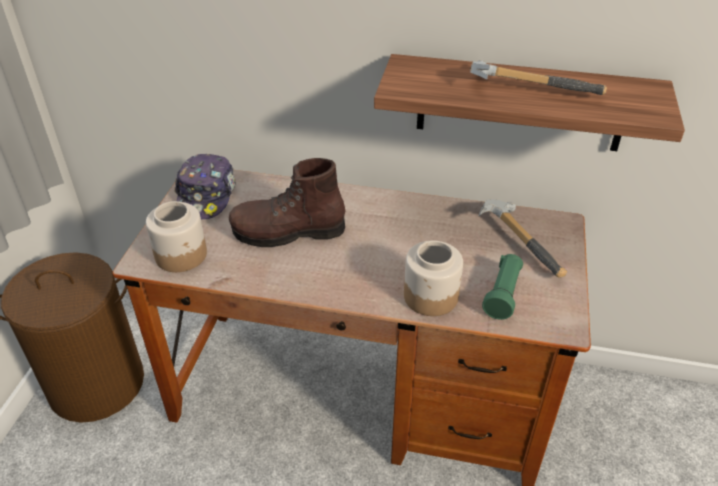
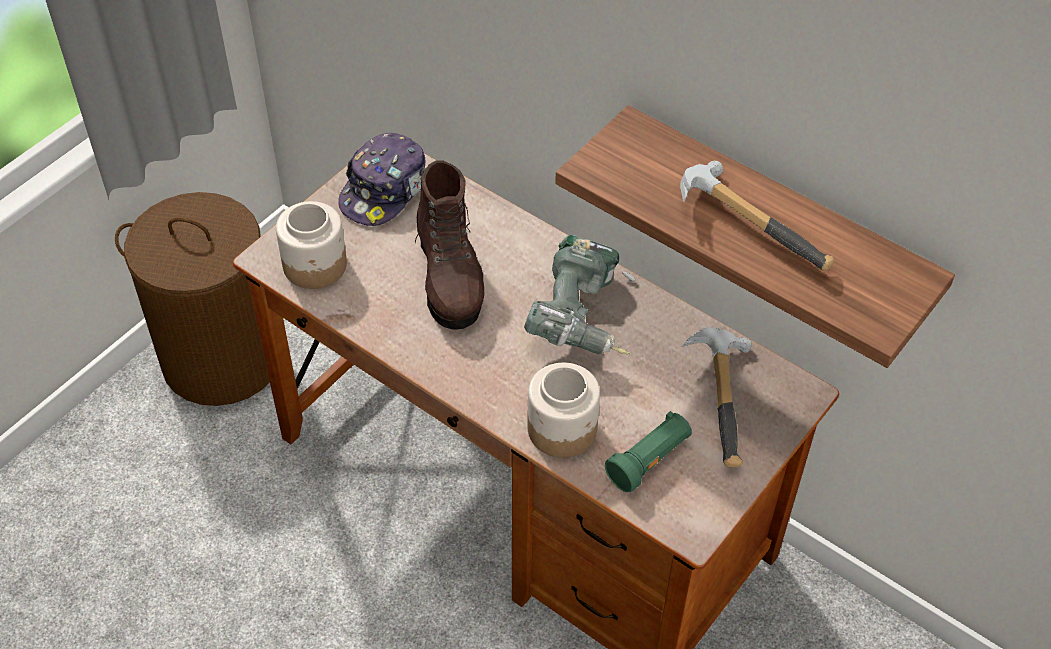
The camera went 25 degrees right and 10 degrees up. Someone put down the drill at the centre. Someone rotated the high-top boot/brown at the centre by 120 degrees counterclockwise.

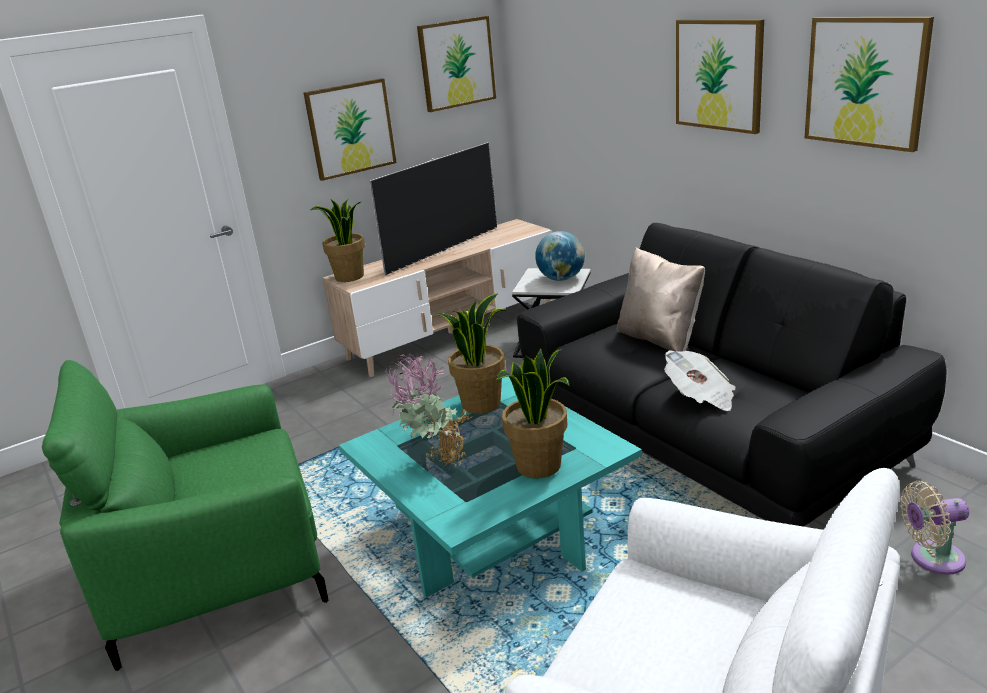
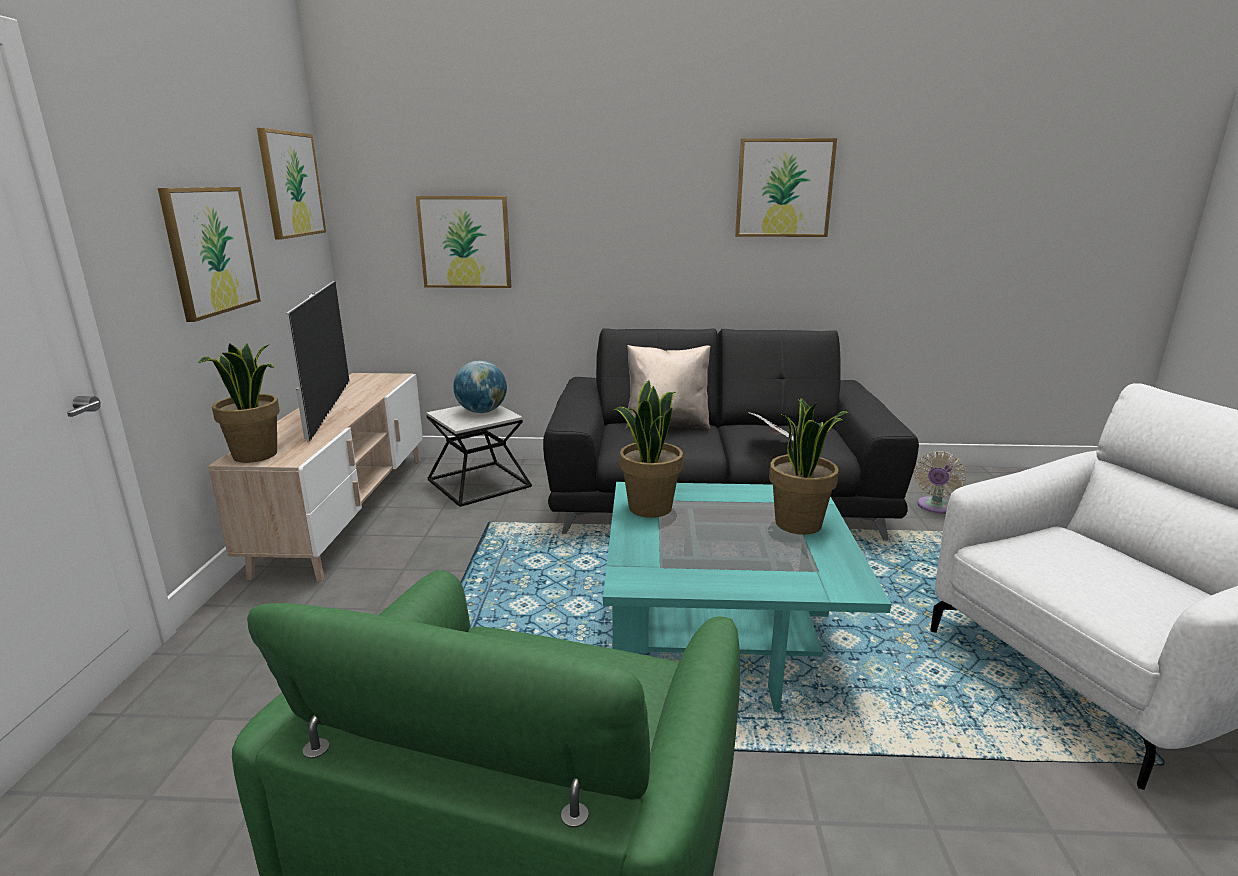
The camera went 55 degrees left and 5 degrees down. Someone took away the houseplant (2nd from left) at the centre. Someone carried the picture (3rd from left) from the top right to the top centre.

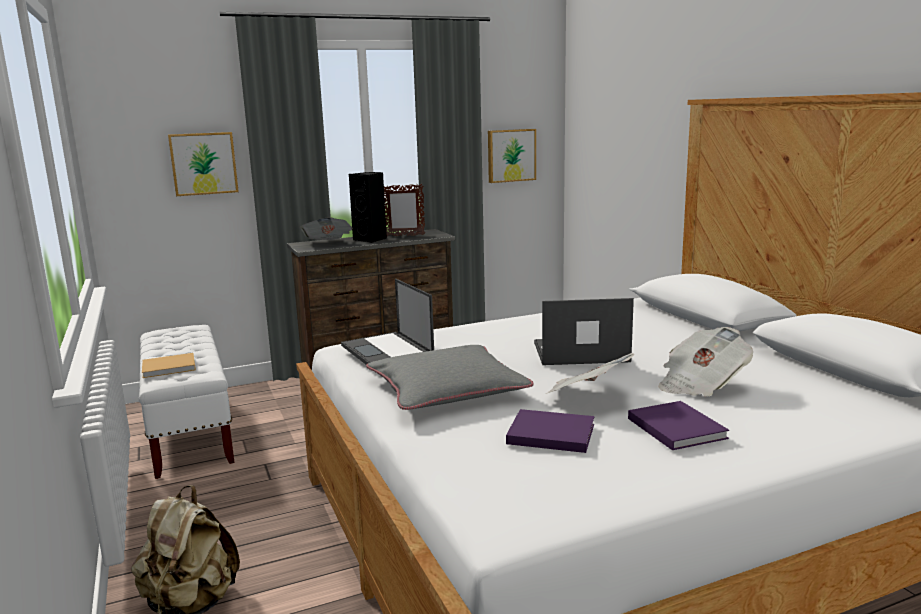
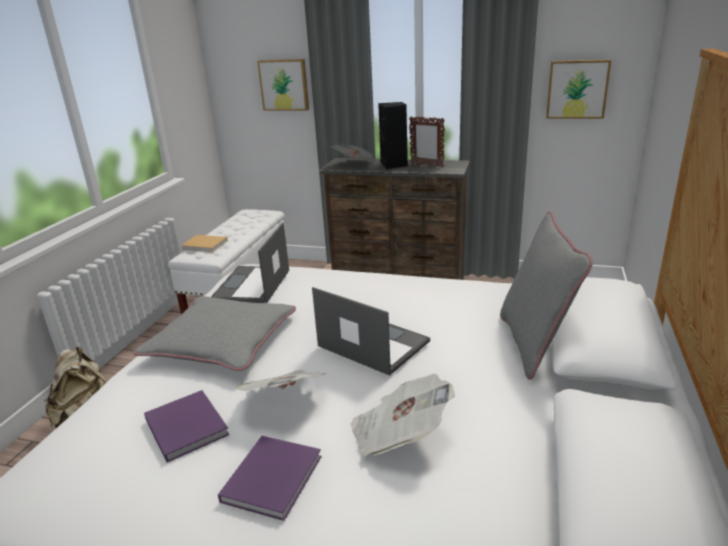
The camera went 40 degrees right and 10 degrees up. Someone put down the throw pillow/greyish (2nd from left) at the middle right.

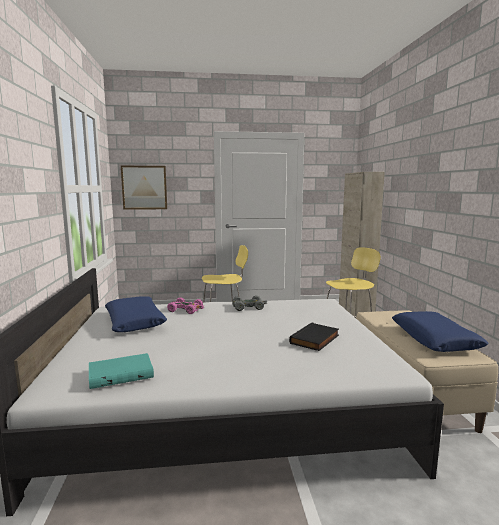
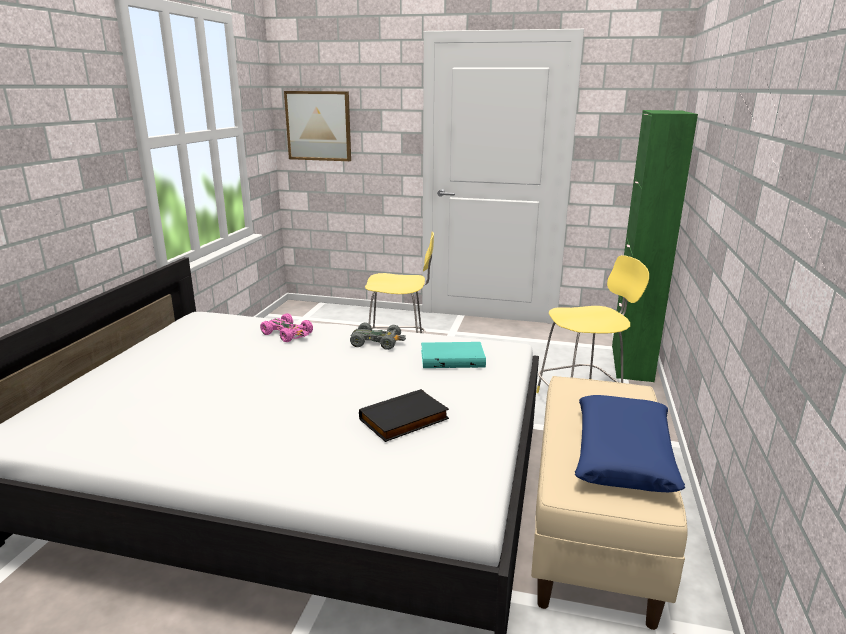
The camera went 20 degrees right and 10 degrees up. Someone took away the throw pillow/bluish (1st from left) at the middle left. Someone carried the volume/blue-green from the bottom left to the centre. Someone repainted the cupboard/beige-coloured at the middle right, which became the cupboard/green at the middle right.

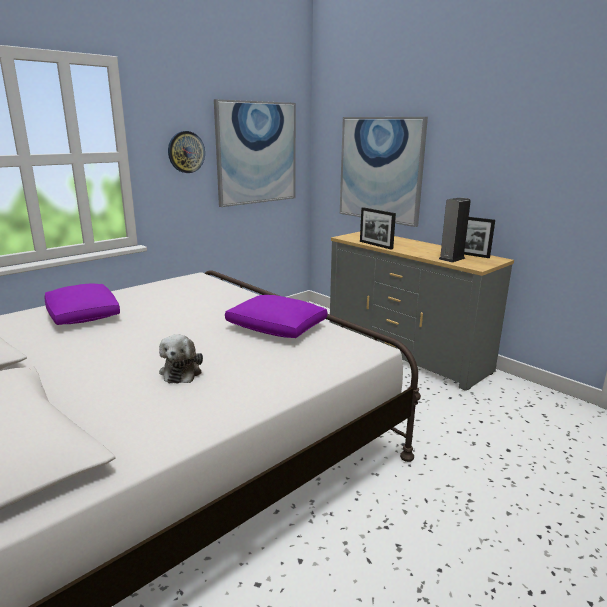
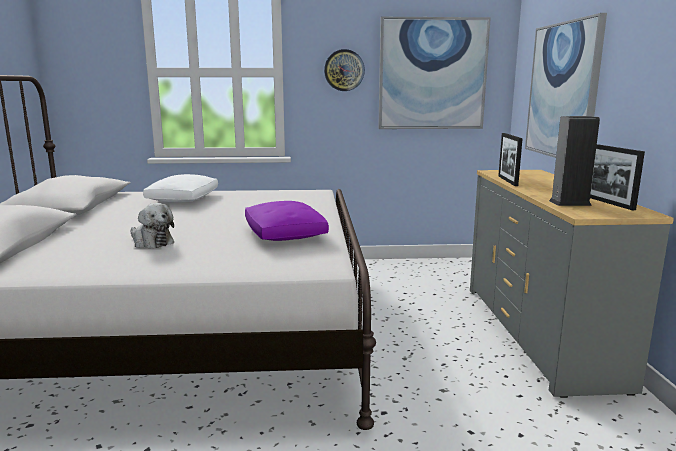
The camera went 40 degrees right and 5 degrees down. Someone repainted the throw pillow/purple (1st from left) at the middle left, which became the throw pillow/whitish at the middle left. Someone rotated the plush toy at the middle left by 90 degrees counterclockwise.

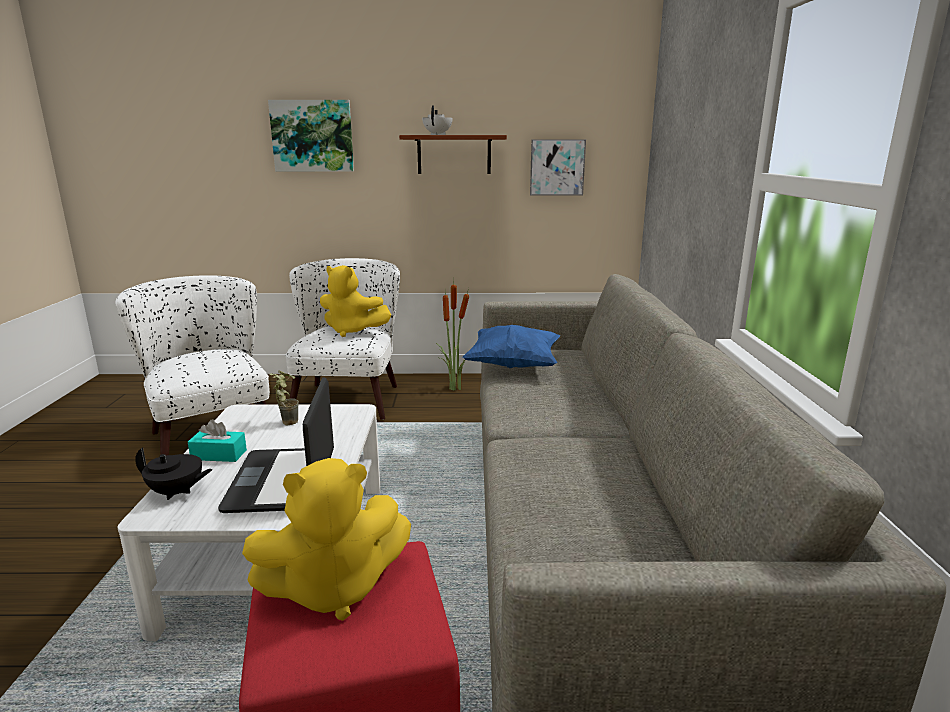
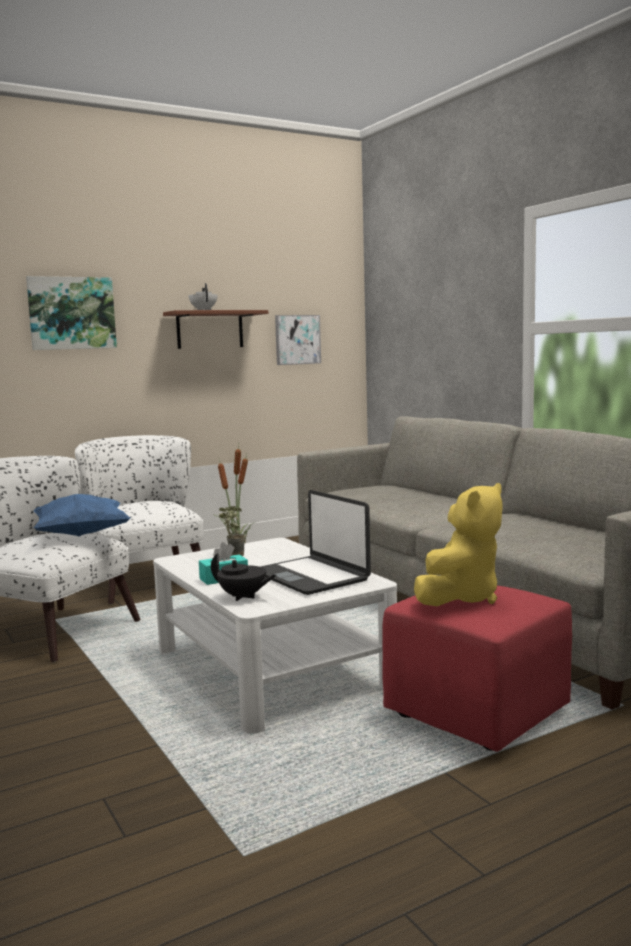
The camera went 30 degrees left and 10 degrees down. Someone took away the plush toy/yellow (2nd from left) at the centre. Someone carried the throw pillow/bluish from the centre to the middle left. Someone rotated the tea pot/blackish at the middle left by 45 degrees clockwise.

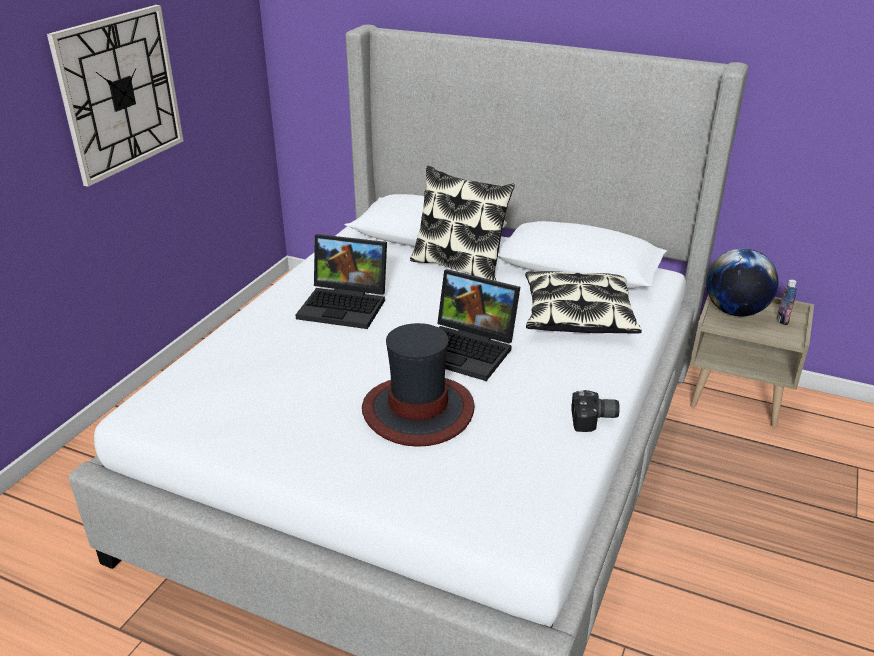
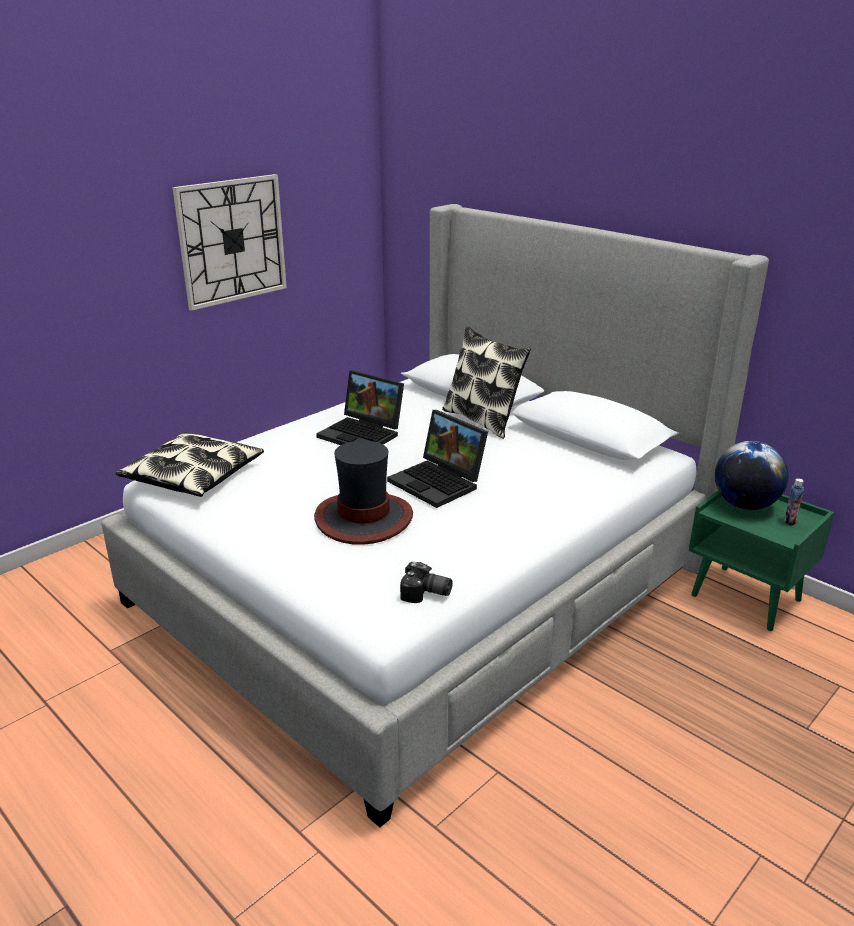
The camera went 20 degrees right and 5 degrees down. Someone carried the throw pillow (2nd from left in the first image) from the middle right to the middle left. Someone carried the photo camera from the middle right to the centre. Someone repainted the night table/beige-coloured at the middle right, which became the night table/green at the middle right.

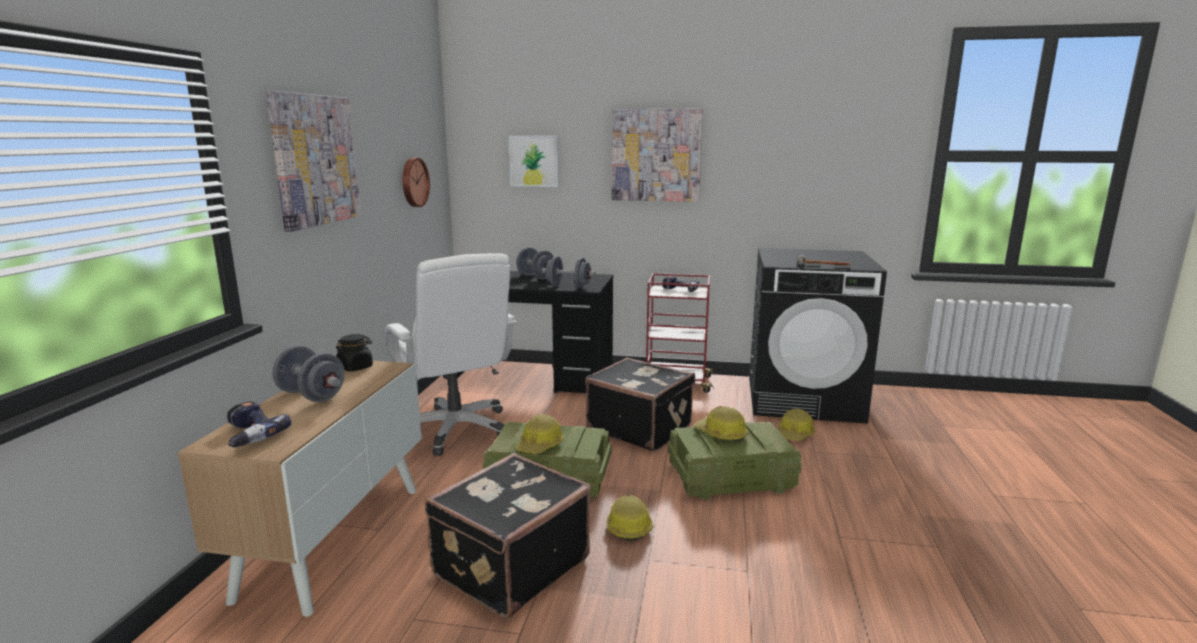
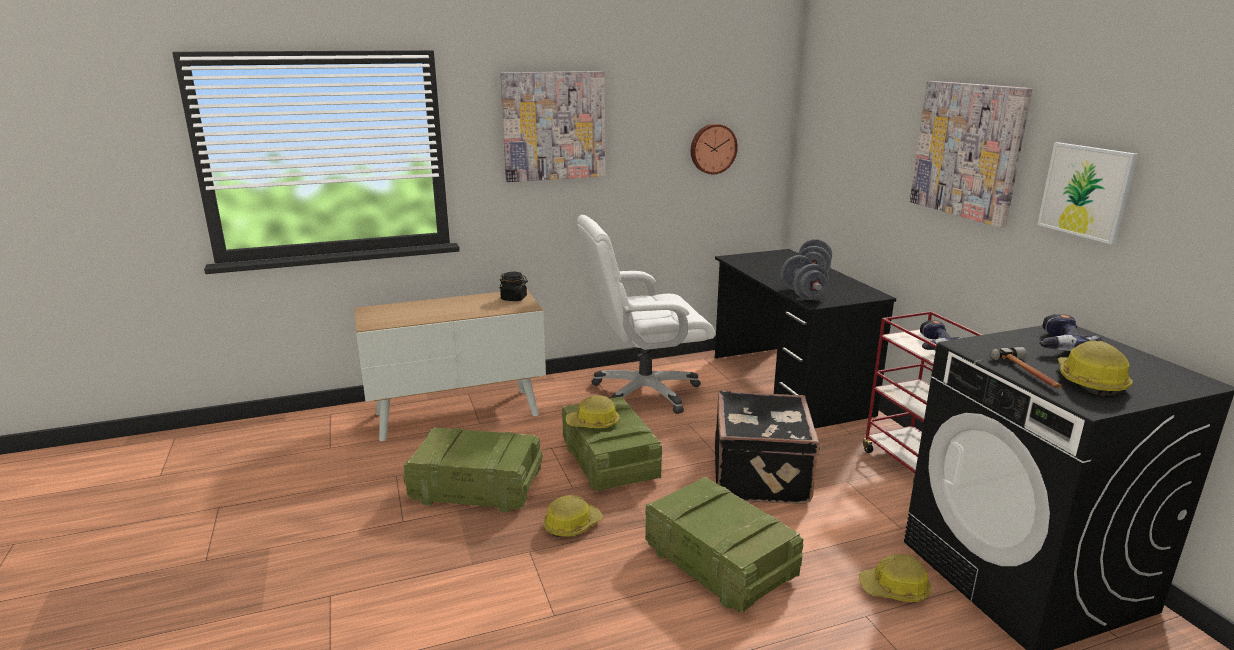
The camera went 60 degrees right and 5 degrees up. Someone took away the dumbbell/greyish (1st from left) at the middle left. Someone carried the drill (1st from left in the first image) from the middle left to the middle right. Someone carried the picture (2nd from left in the first image) from the top centre to the top right. Someone carried the hard hat (3rd from left in the first image) from the centre to the middle right. Someone swapped the travel case/blackish (1st from left) at the bottom centre for the crate (1st from left) at the bottom centre. Someone rotated the desk chair/whitish at the centre by 45 degrees clockwise.

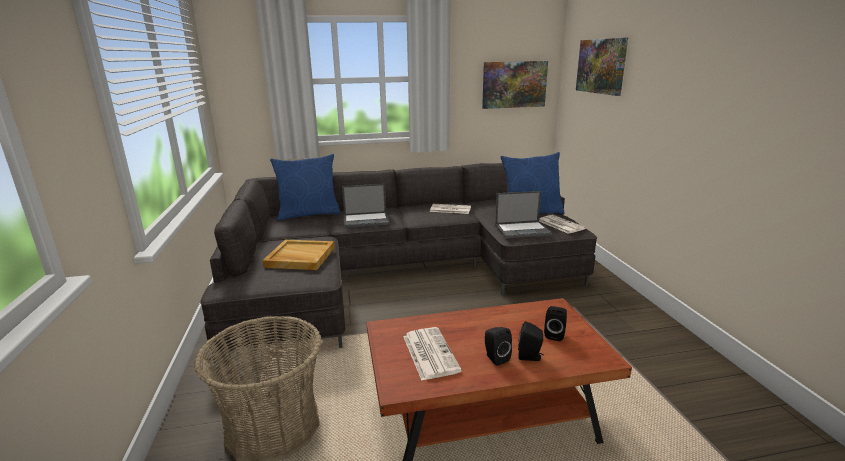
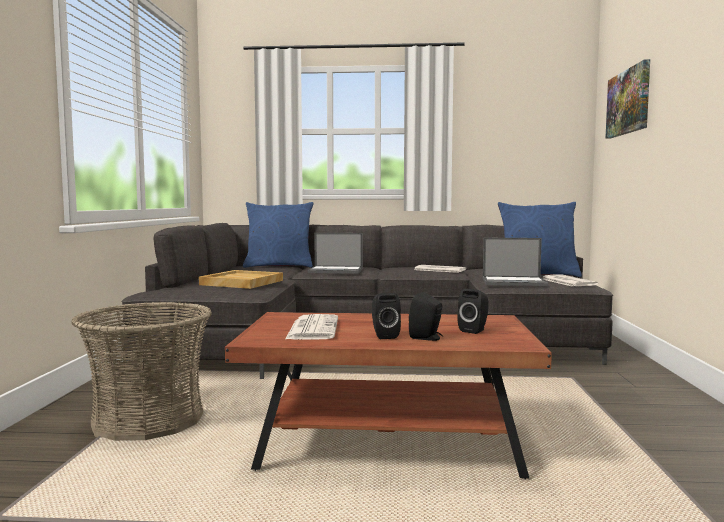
The camera went 15 degrees right and 15 degrees down. Someone took away the picture (1st from left) at the top centre.

